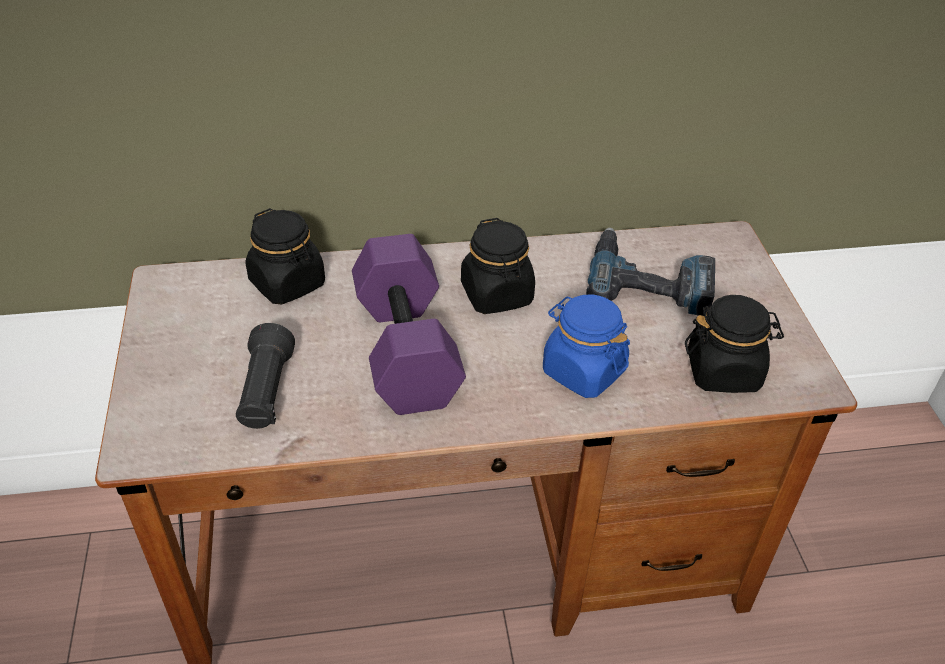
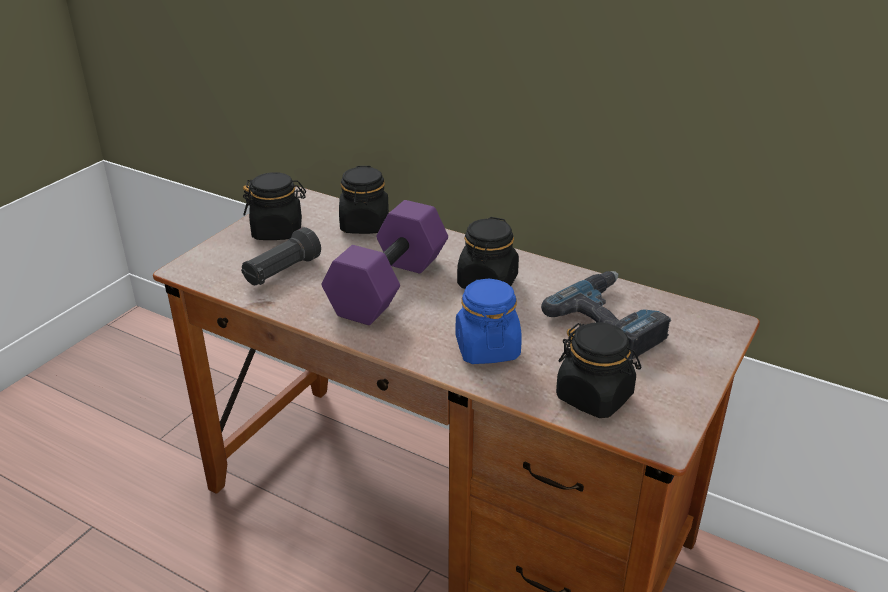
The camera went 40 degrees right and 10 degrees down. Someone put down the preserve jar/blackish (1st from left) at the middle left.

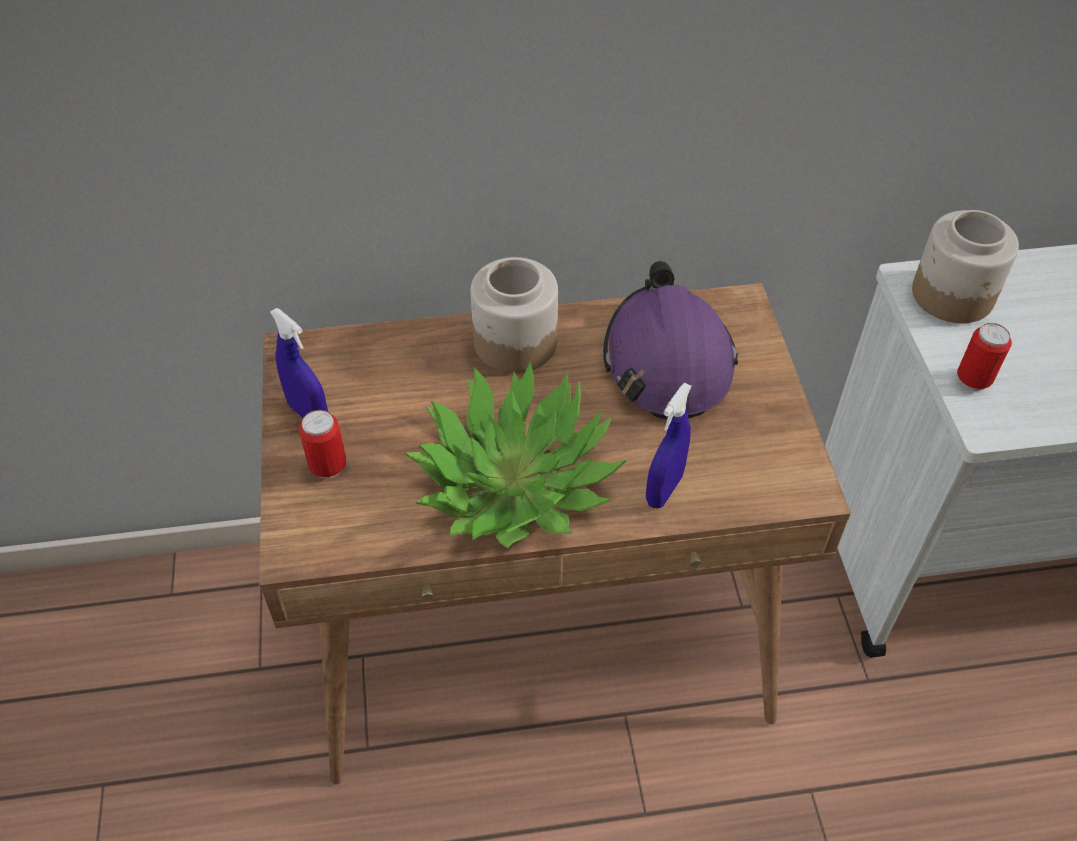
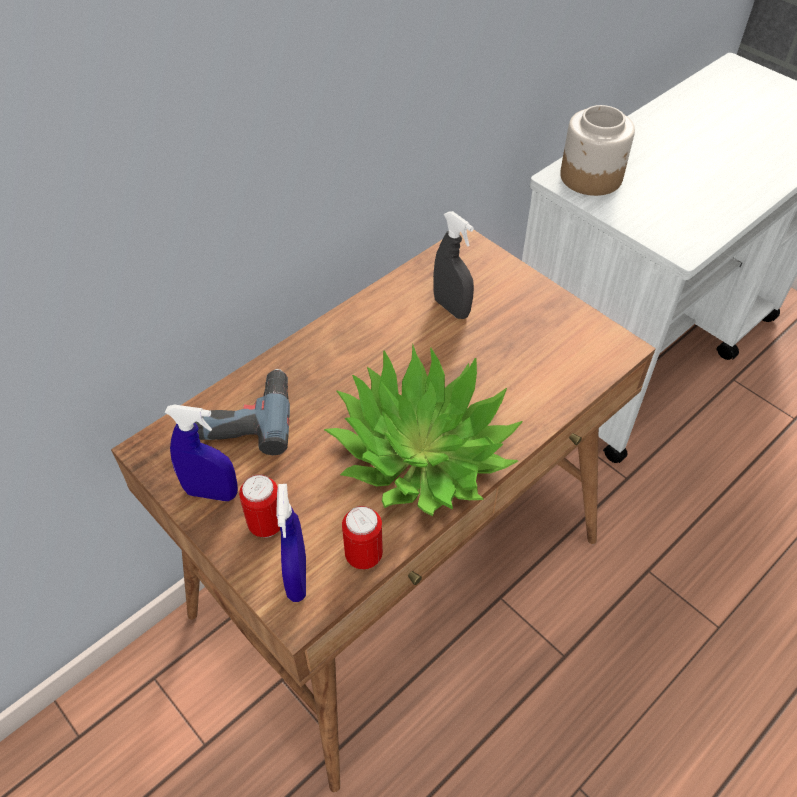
The camera went 35 degrees left and 0 degrees up. Someone took away the preserve jar (1st from left) at the centre. Someone put down the drill at the middle left. Someone carried the hand sprayer/bluish (2nd from left) from the centre to the bottom centre. Someone carried the can (2nd from left) from the middle right to the bottom centre. Someone swapped the hard hat/purple at the centre for the hand sprayer/greyish at the top centre.

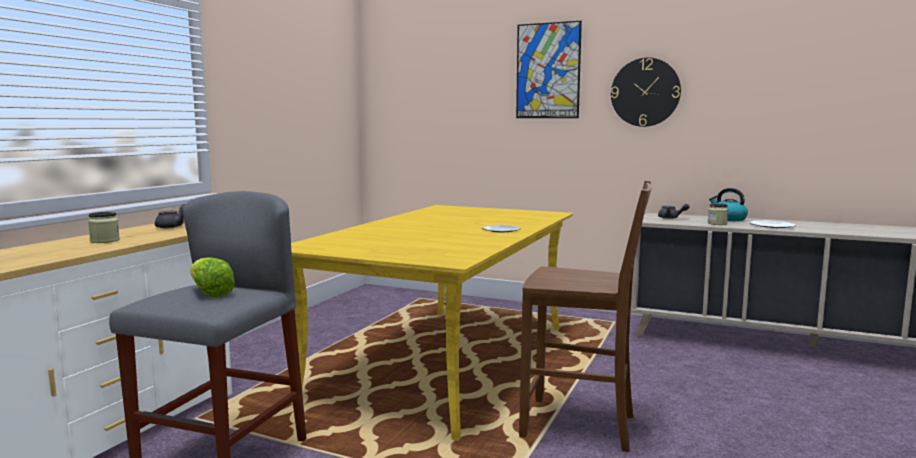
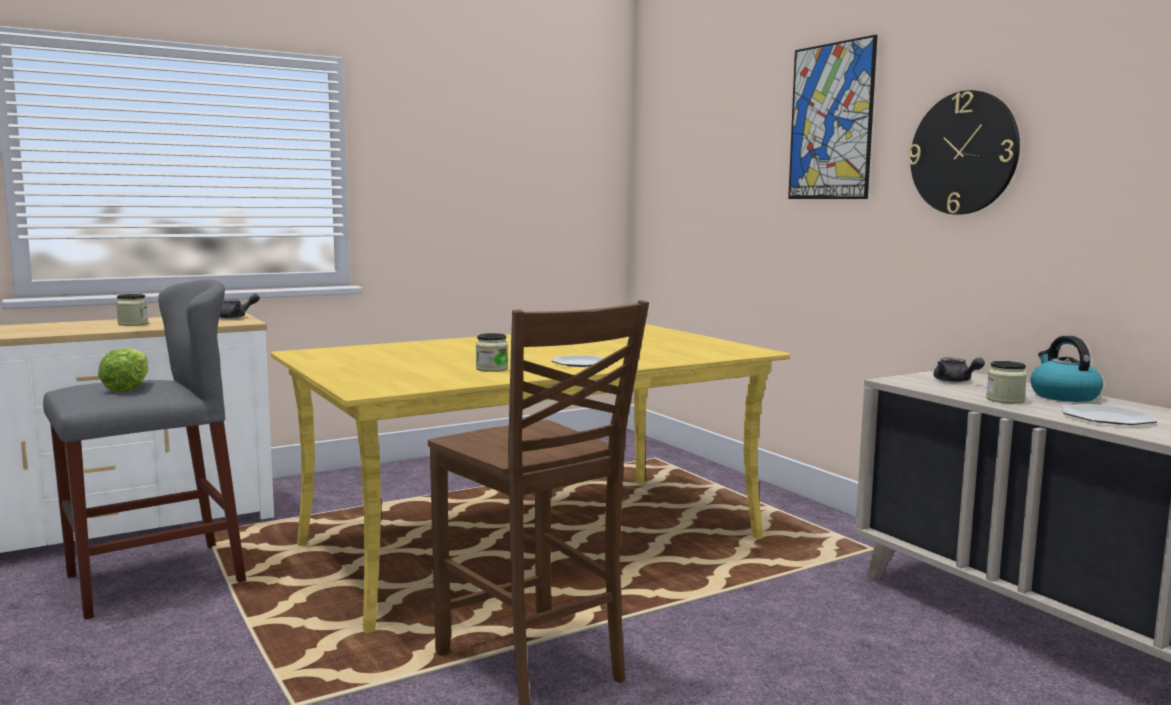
The camera went 35 degrees right and 0 degrees up. Someone put down the preserve jar (2nd from left) at the centre.

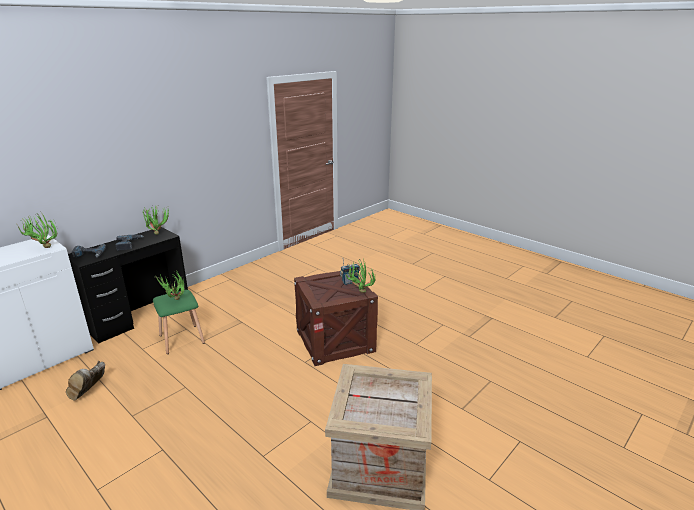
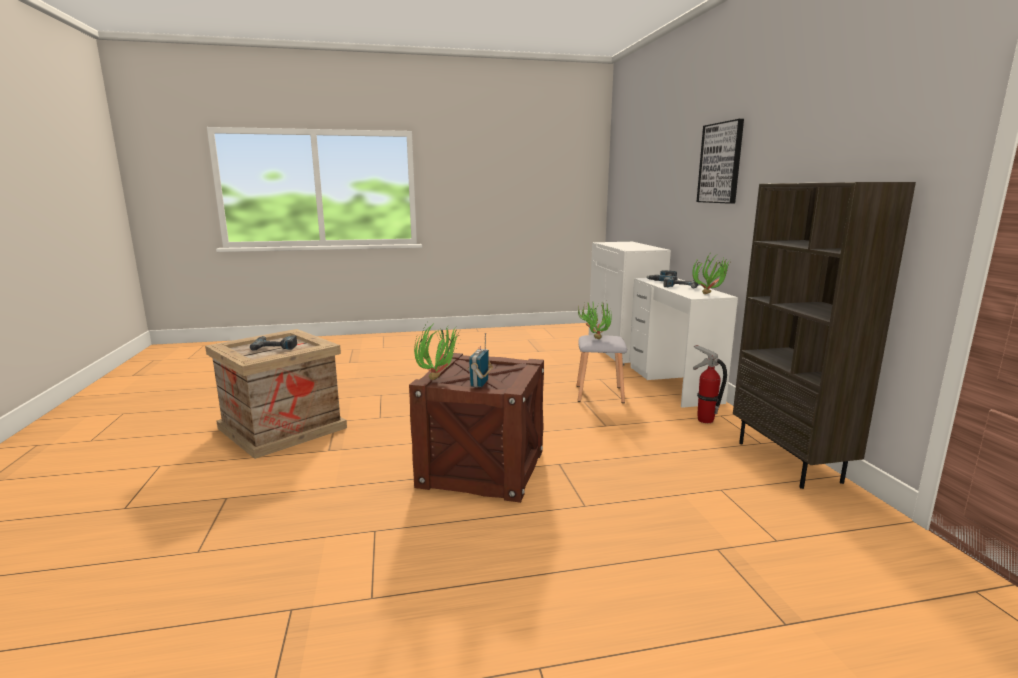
The camera went 125 degrees right and 10 degrees down. Someone took away the houseplant (1st from left) at the middle left. Someone took away the high-top boot/brown at the bottom left. Someone put down the drill (1st from left) at the middle left. Someone put down the fire-fighting cylinder at the middle right. Someone put up the picture at the top right. Someone put down the bookcase/brown at the middle right. Someone repainted the desk table/blackish at the middle left, which became the desk table/whitish at the middle right. Someone repainted the stool seat/green at the middle left, which became the stool seat/greyish at the centre.

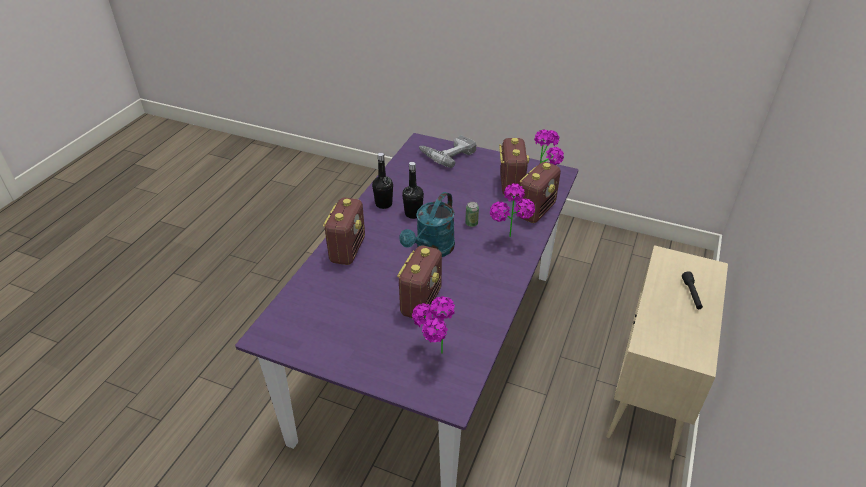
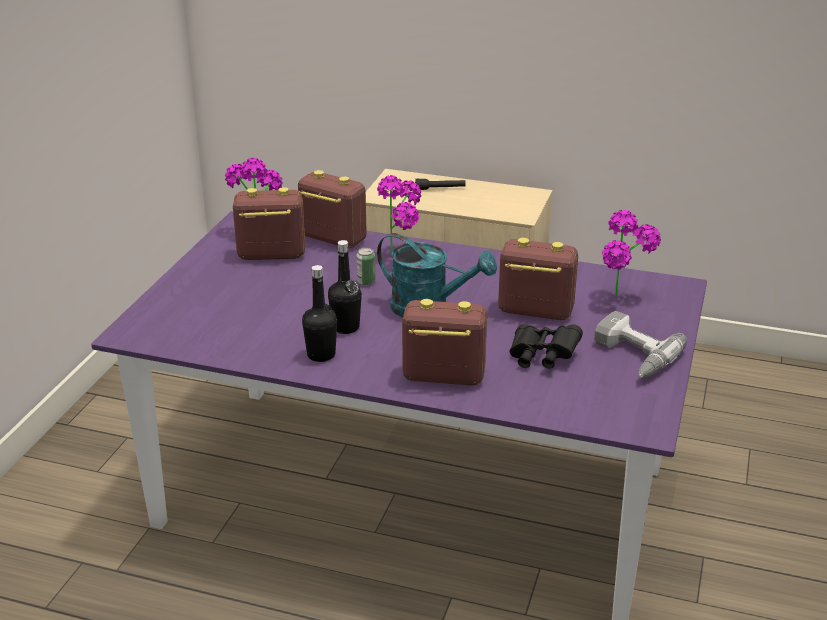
The camera went 95 degrees left and 10 degrees down. Someone put down the field glasses/blackish at the centre. Someone carried the drill from the top centre to the middle right.

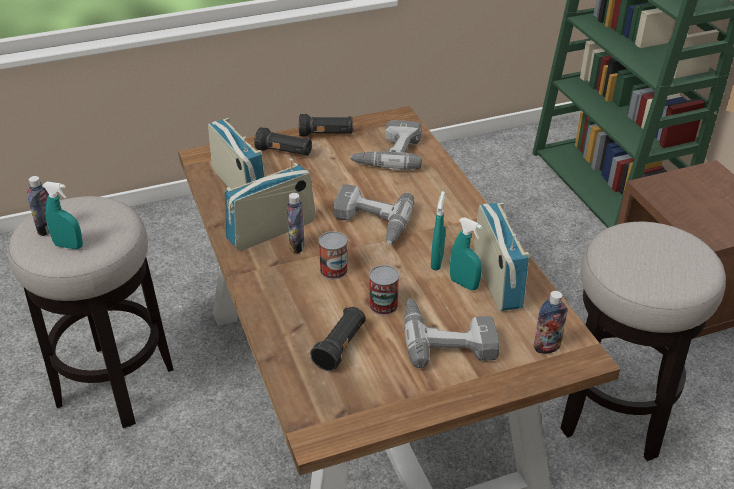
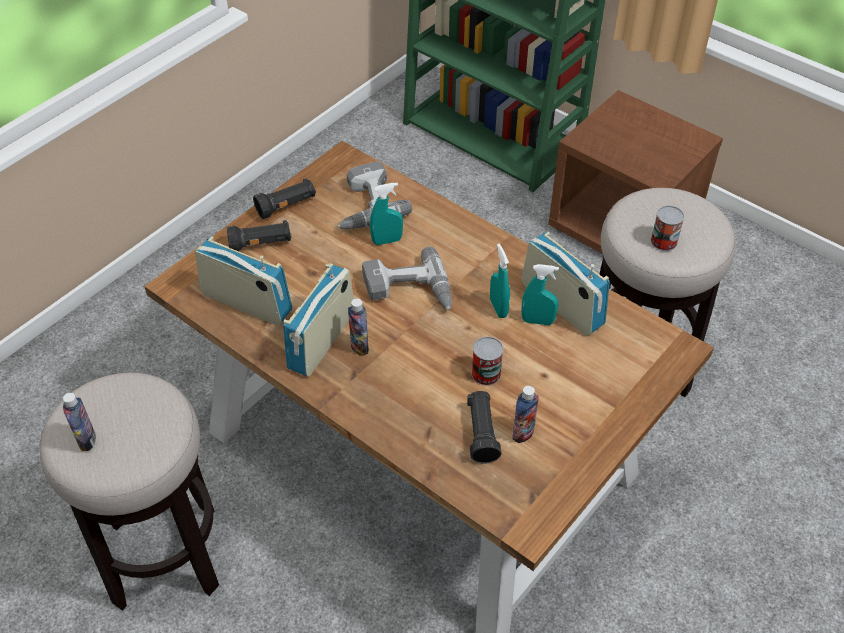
The camera went 30 degrees left and 10 degrees up. Someone took away the drill (3rd from left) at the bottom centre. Someone carried the hand sprayer/blue-green (1st from left) from the middle left to the centre. Someone carried the can (1st from left in the first image) from the centre to the middle right. Someone carried the drink bottle (3rd from left) from the middle right to the centre.

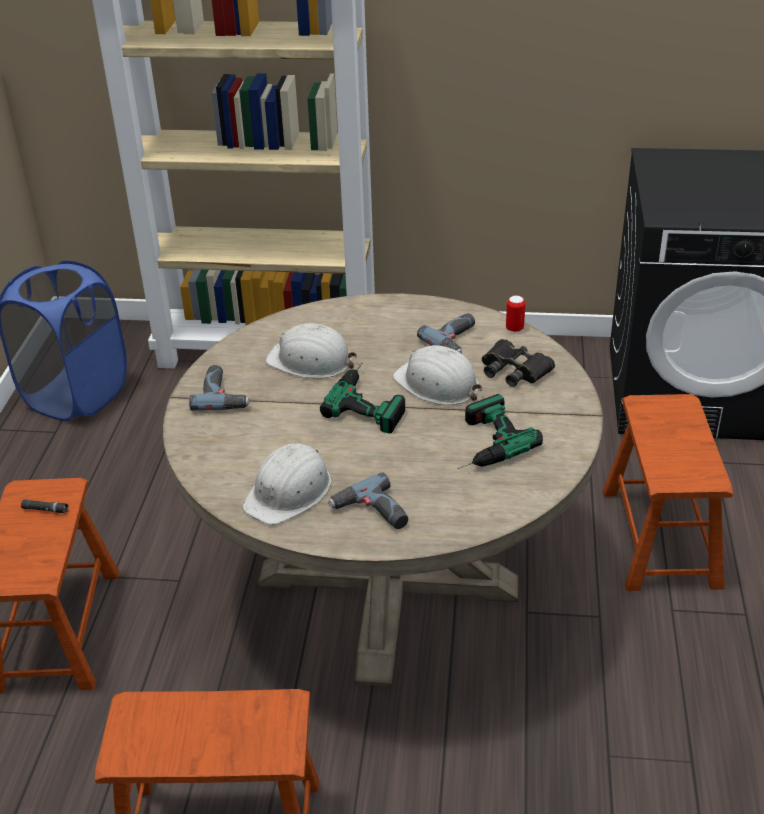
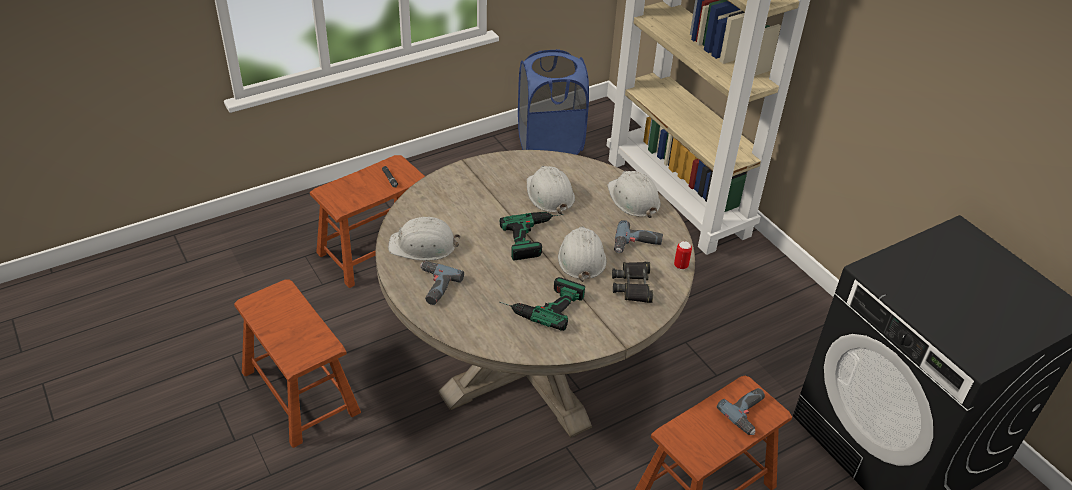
The camera went 50 degrees right and 5 degrees up. Someone put down the hard hat/whitish (4th from left) at the centre. Someone carried the drill (1st from left in the first image) from the middle left to the bottom right.

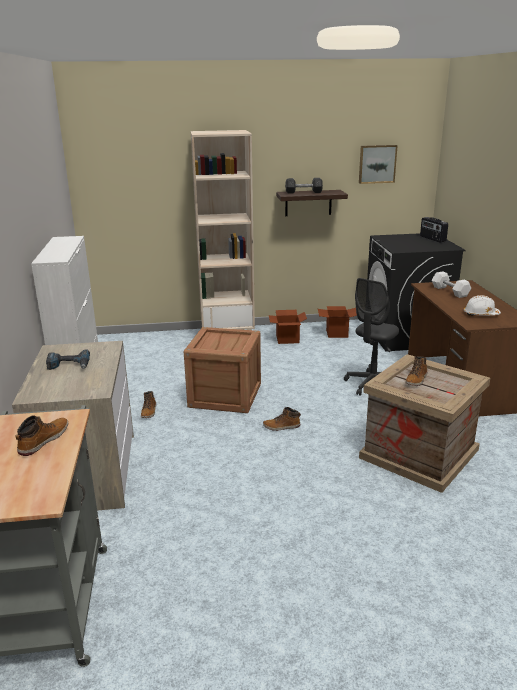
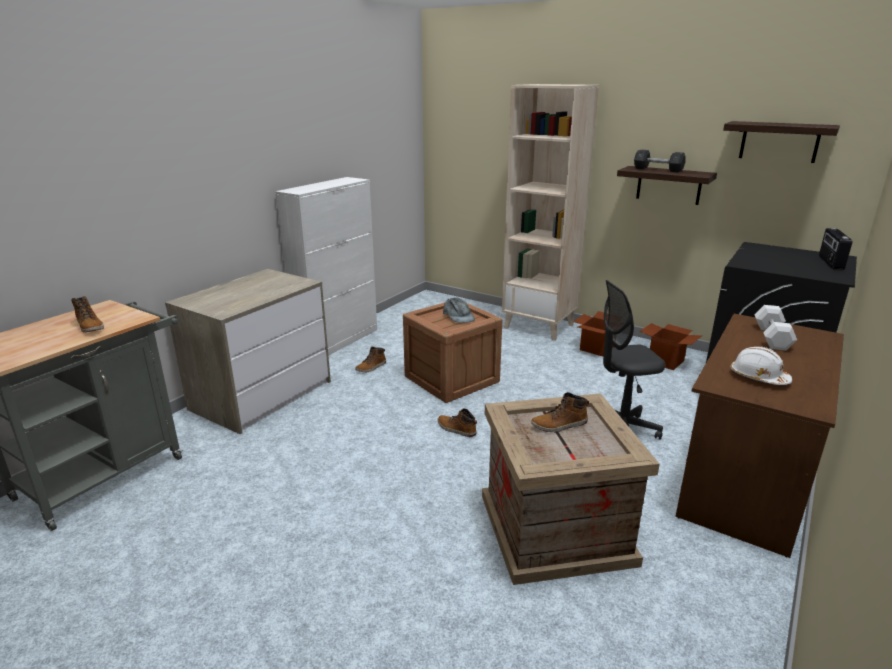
The camera went 40 degrees right and 0 degrees up. Someone took away the drill at the middle left. Someone put down the baseball cap/greyish at the centre. Someone swapped the picture at the top right for the bracket shelf (2nd from left) at the top right. Someone rotated the high-top boot (1st from left) at the middle left by 75 degrees clockwise.

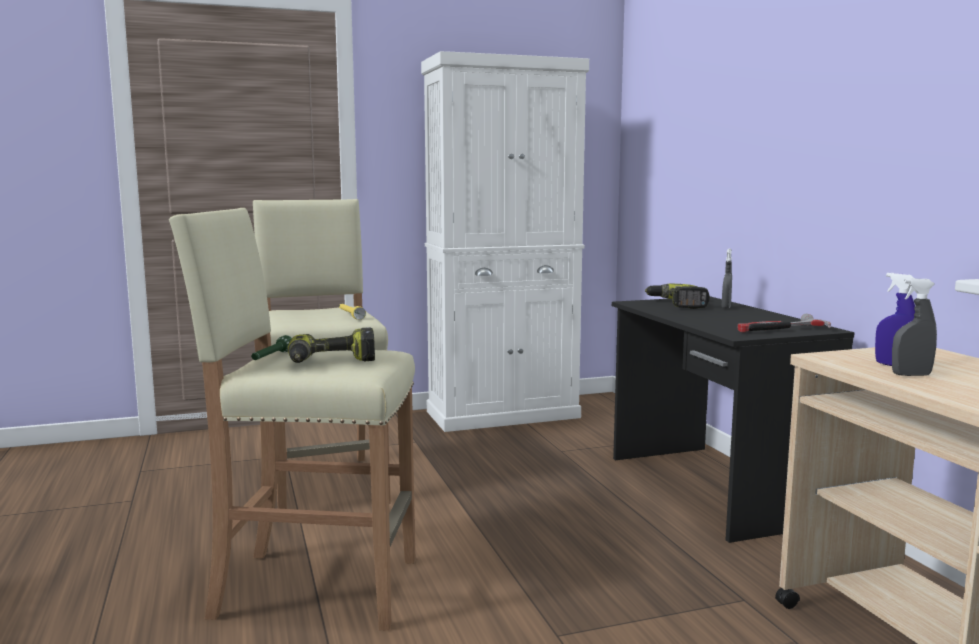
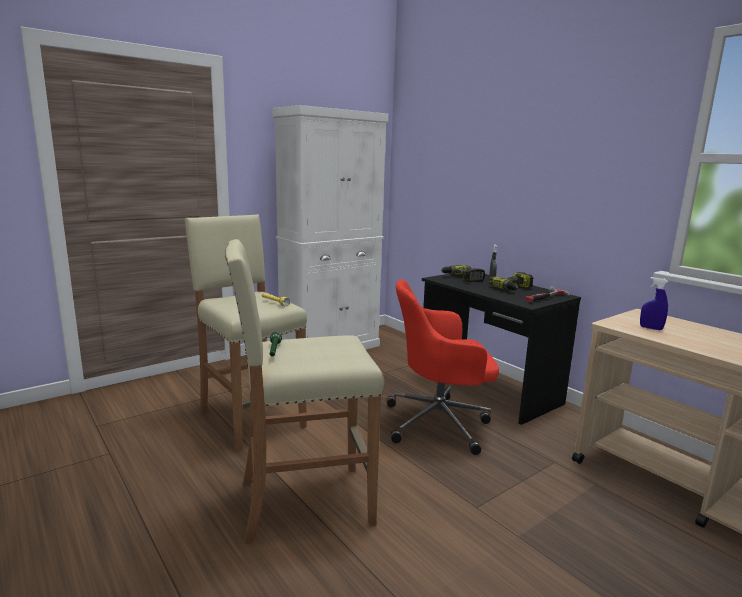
The camera went 20 degrees left and 5 degrees up. Someone took away the hand sprayer/greyish (2nd from left) at the middle right. Someone put down the desk chair/red at the centre. Someone carried the drill (1st from left in the first image) from the centre to the middle right.

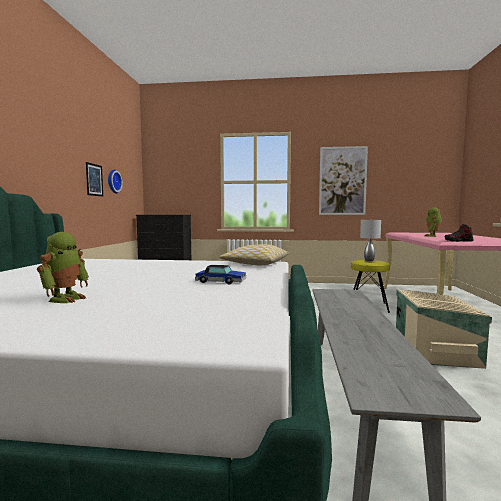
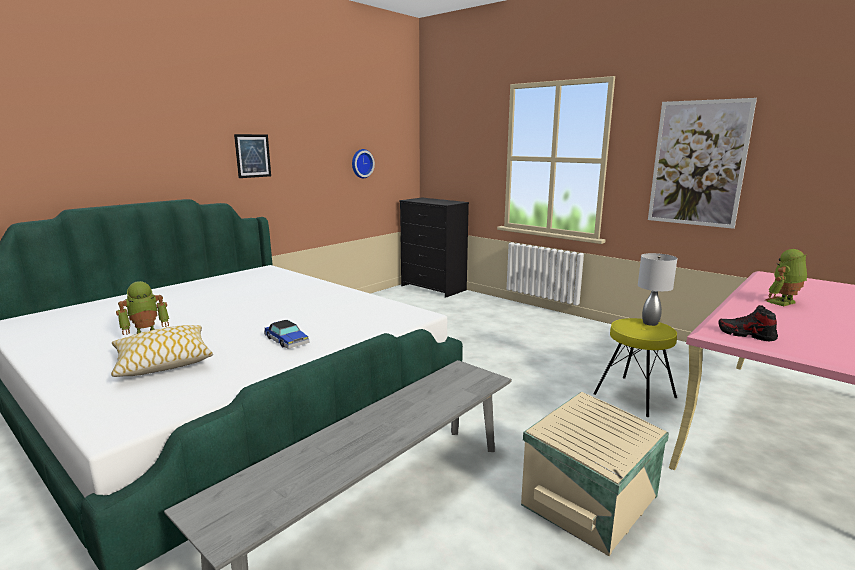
The camera went 35 degrees right and 10 degrees up. Someone carried the picture (1st from left) from the middle left to the top left. Someone carried the throw pillow from the centre to the middle left.

